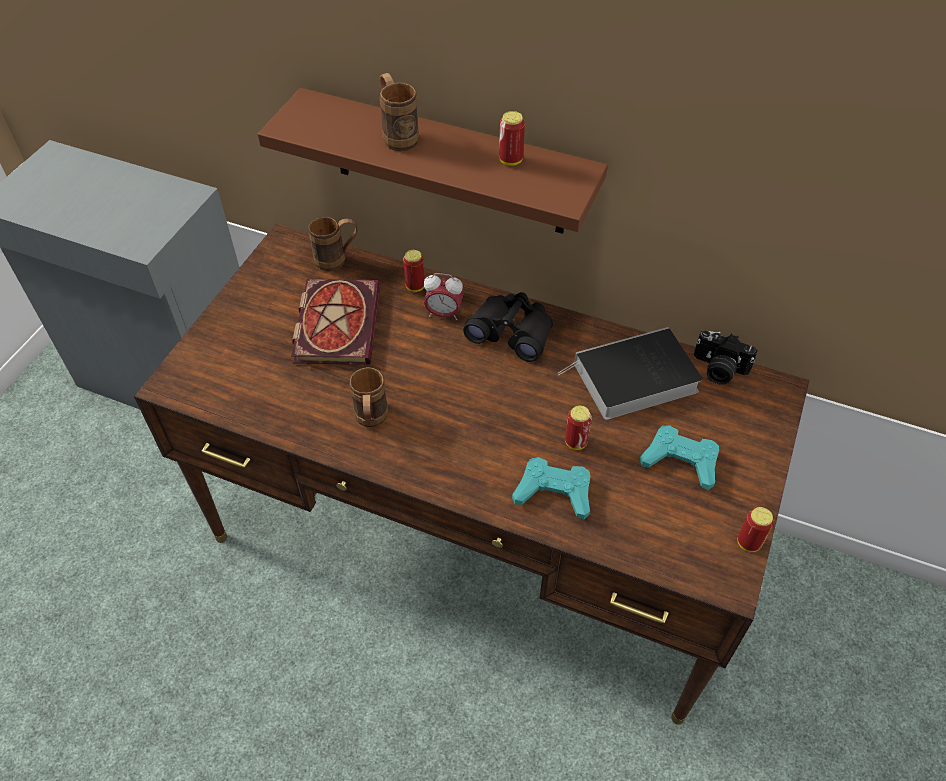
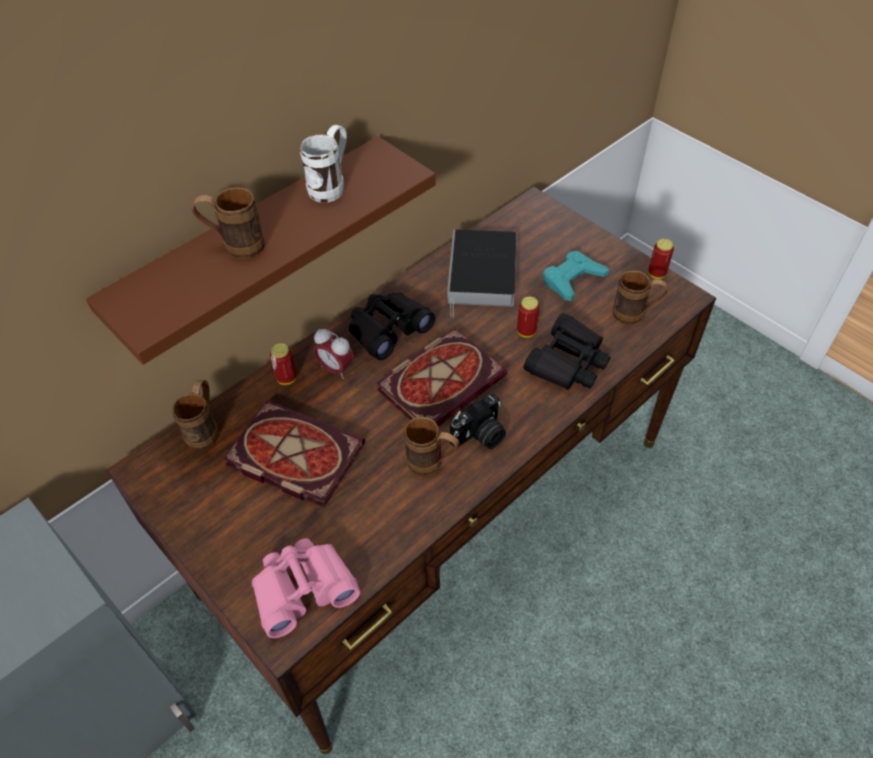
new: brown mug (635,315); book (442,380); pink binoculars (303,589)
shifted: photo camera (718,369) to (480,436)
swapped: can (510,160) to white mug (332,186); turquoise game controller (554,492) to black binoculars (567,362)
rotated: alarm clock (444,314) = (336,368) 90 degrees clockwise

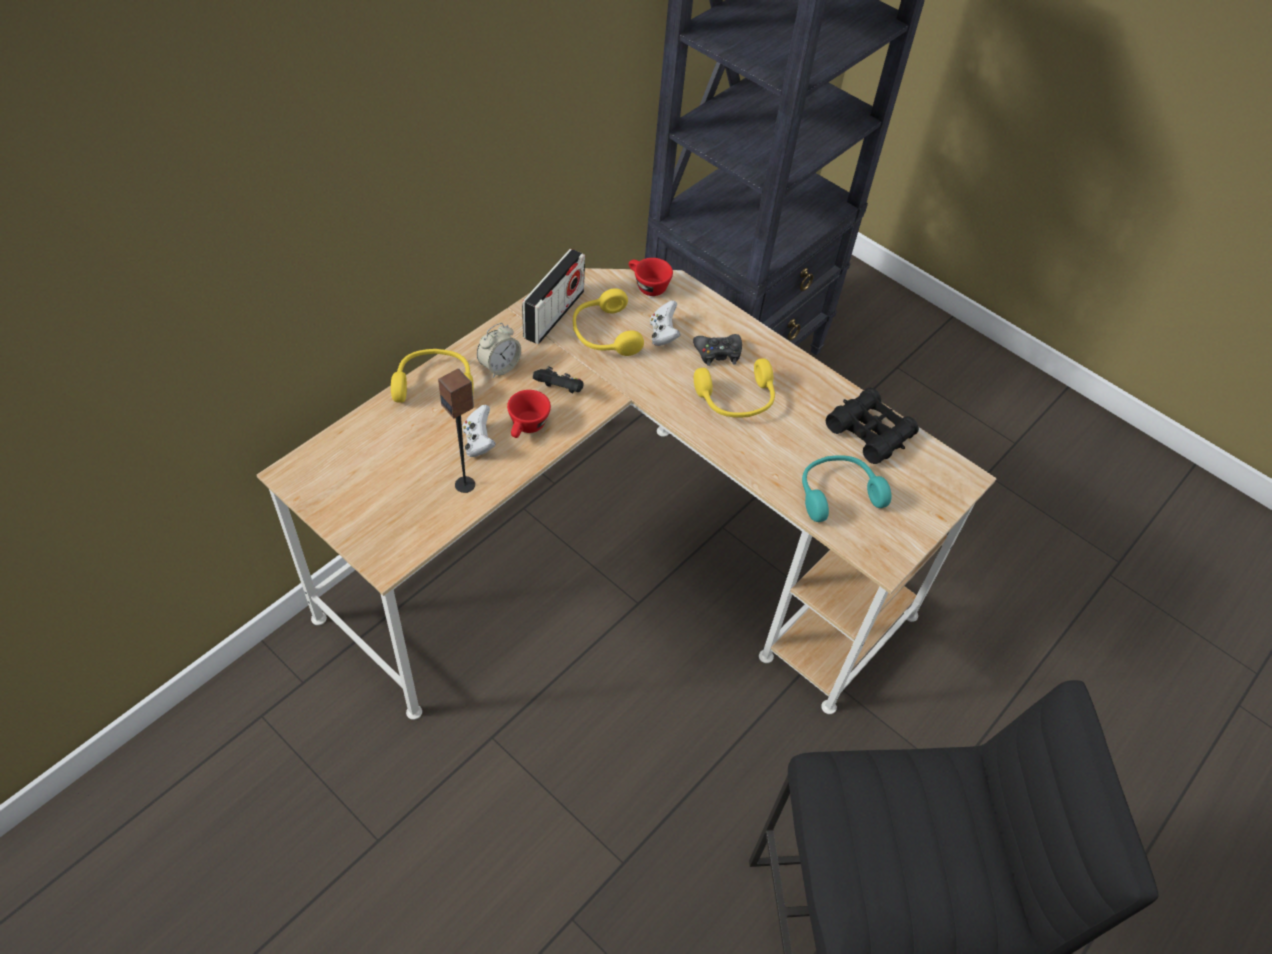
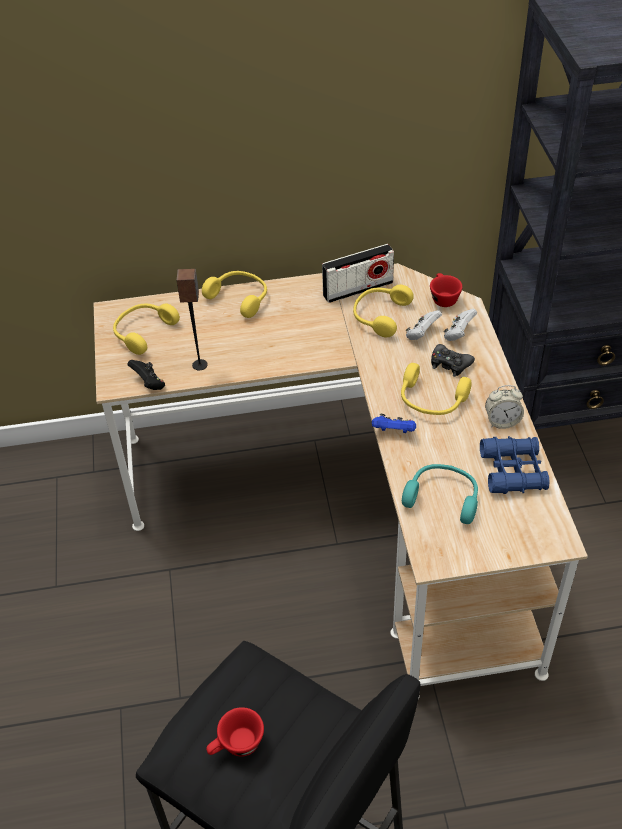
new: yellow headphones (143,332); blue game controller (394,432)
shifted: alarm clock (499,367) to (502,421); black game controller (560,390) to (149,383); red cup (527,427) to (236,746); white game controller (479,442) to (458,334)
repainted: black binoculars (869,432) to blue binoculars (513,471)

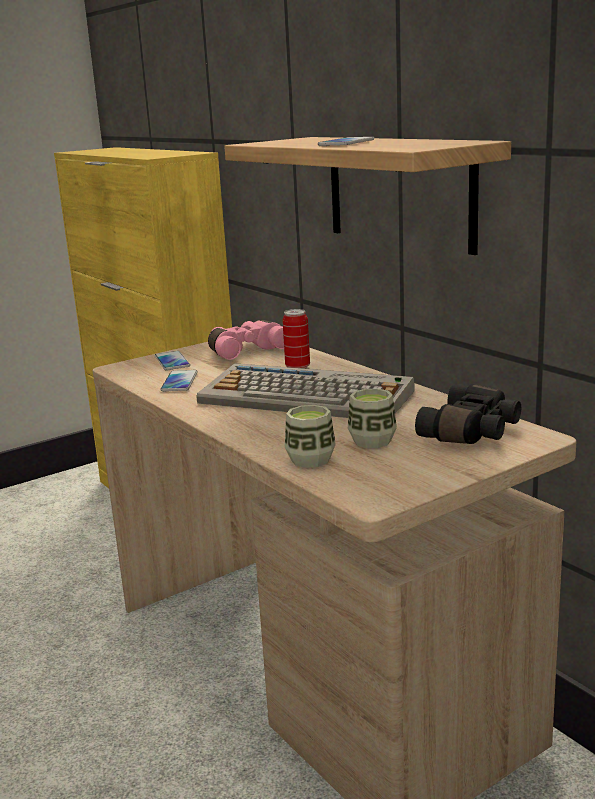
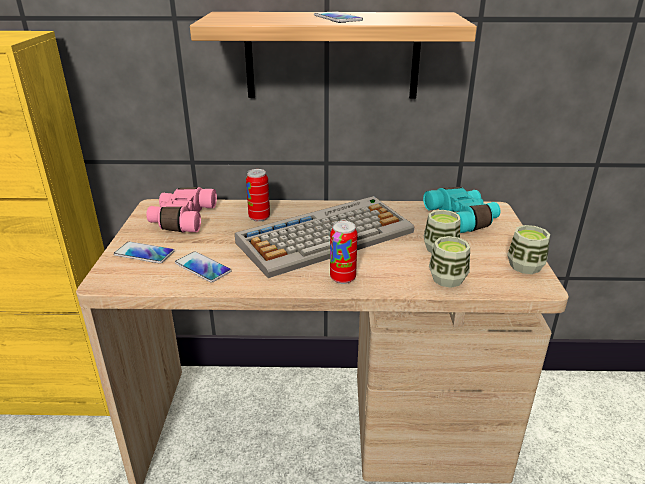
new: can (342,278); cup (525,266)
repainted: black binoculars (473,431) to turquoise binoculars (463,218)

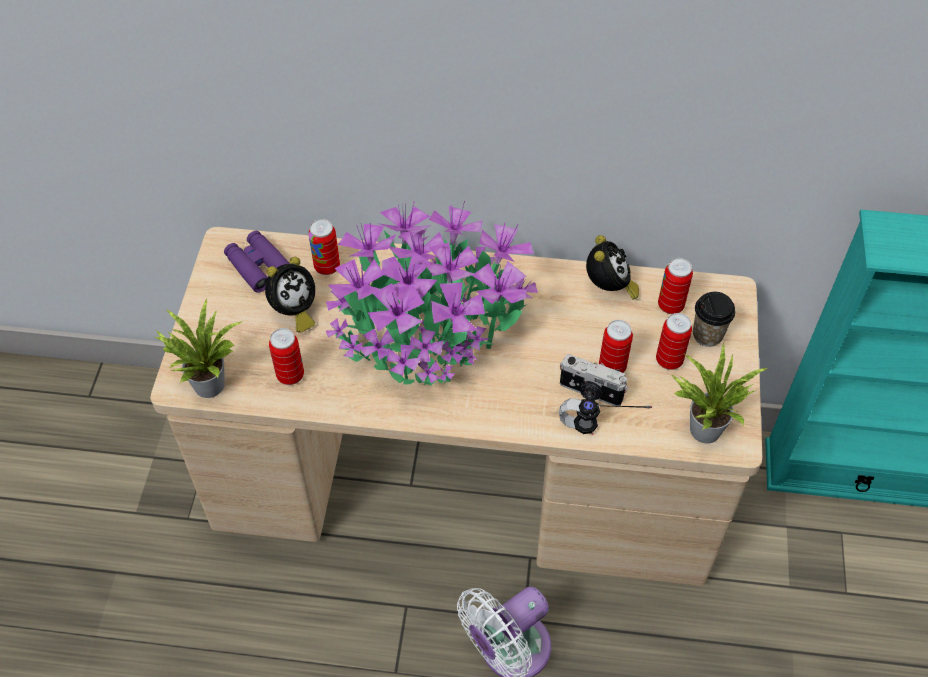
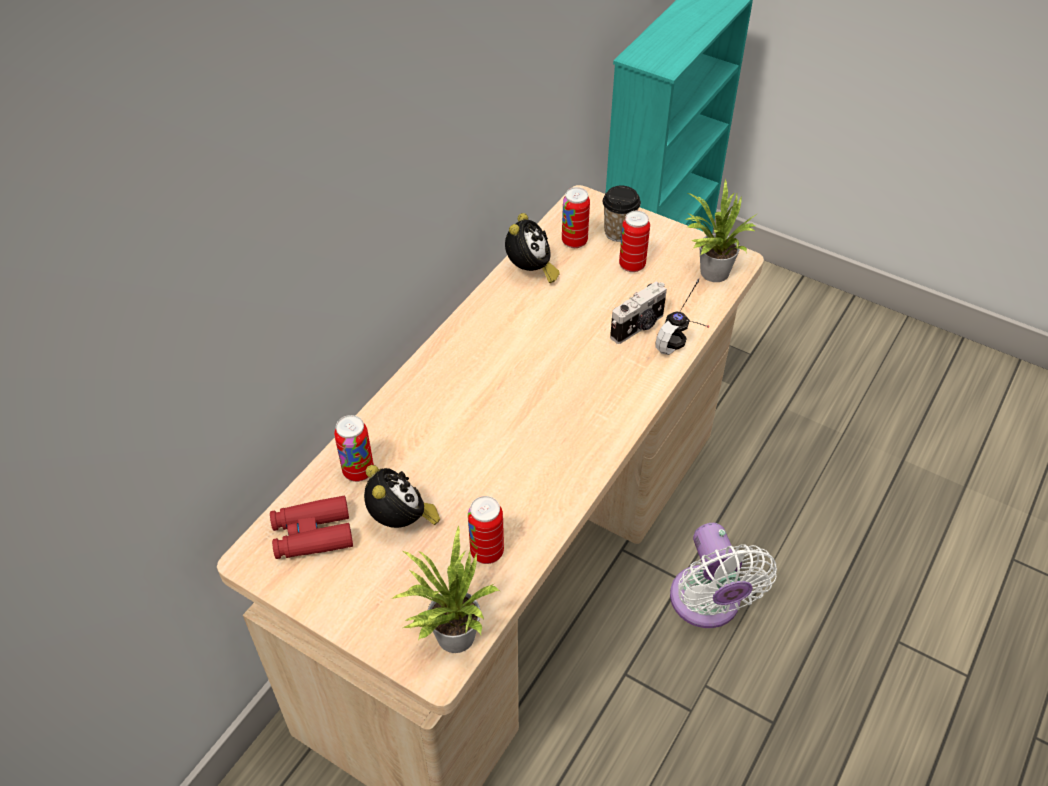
gone: potted plant (429,332); can (612,367)
repainted: purple binoculars (258,266) to red binoculars (312,534)
rotated: alarm clock (608,288) = (530,271) 75 degrees clockwise

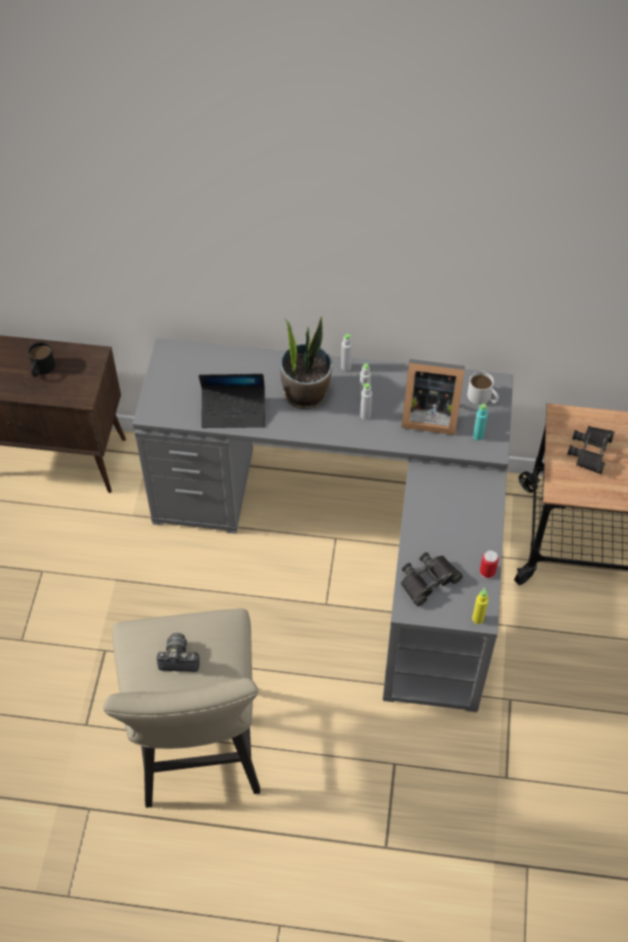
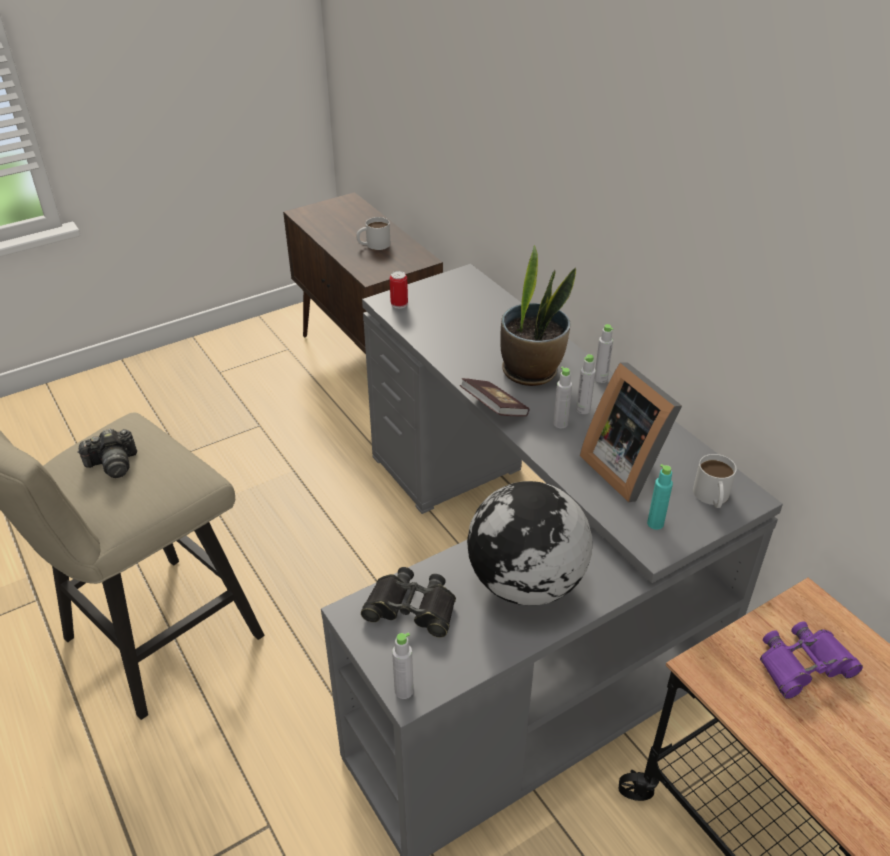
gone: laptop (234,412)
new: book (493,409); globe (525,584)
shifted: can (487,572) to (399,304)
repainted: black mug (41,369) to white mug (373,245); black binoculars (590,451) to purple binoculars (803,665); yellow bottle (478,619) to grey bottle (404,691)
rotated: photo camera (178,659) = (113,464) 105 degrees clockwise

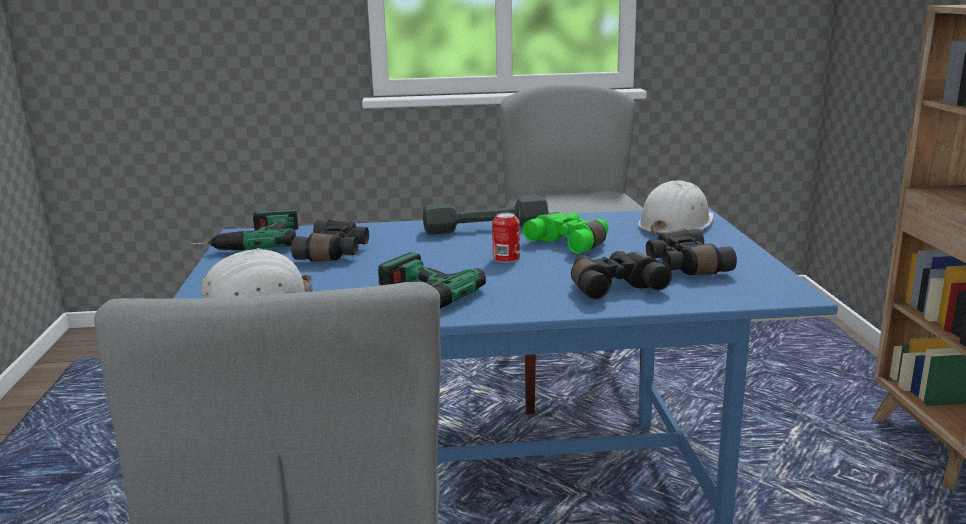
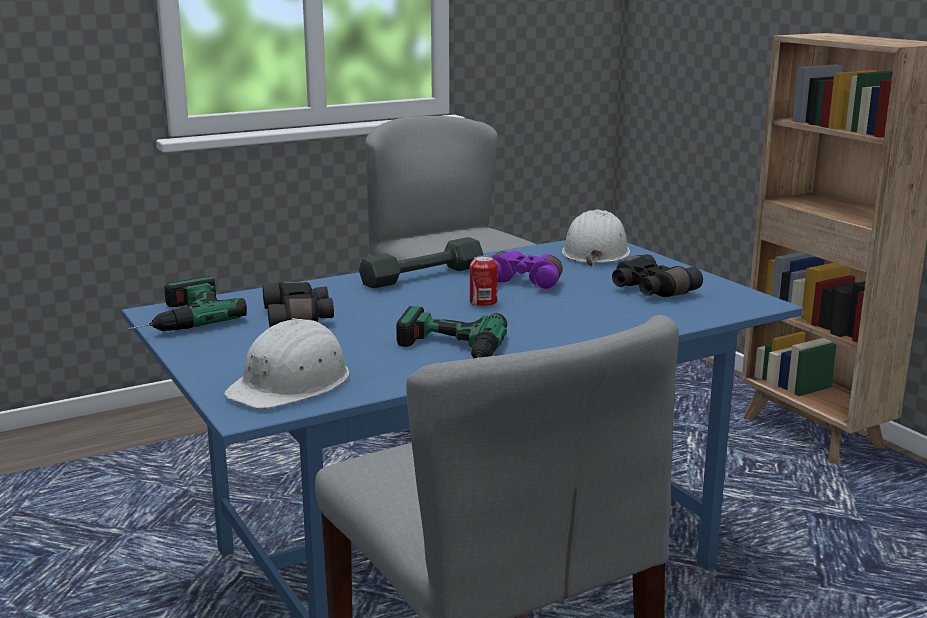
gone: black binoculars (613,287)
repainted: green binoculars (571,243) to purple binoculars (524,281)

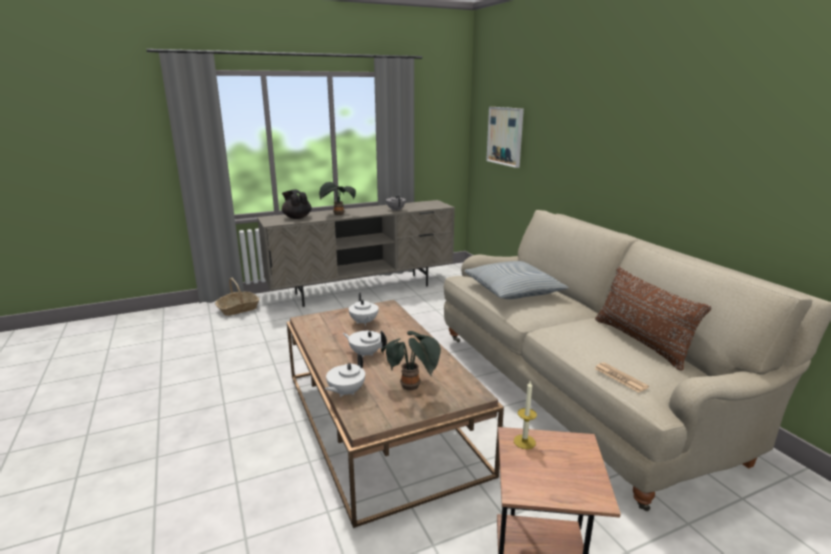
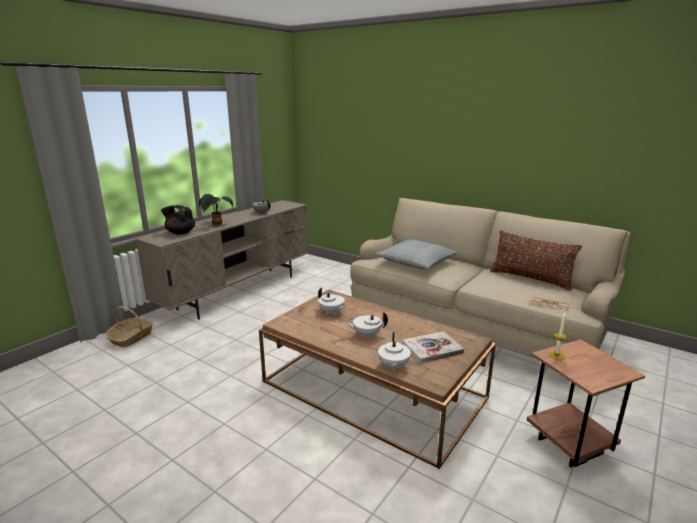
gone: picture (505,136)
swapped: potted plant (412,387) to book (432,348)

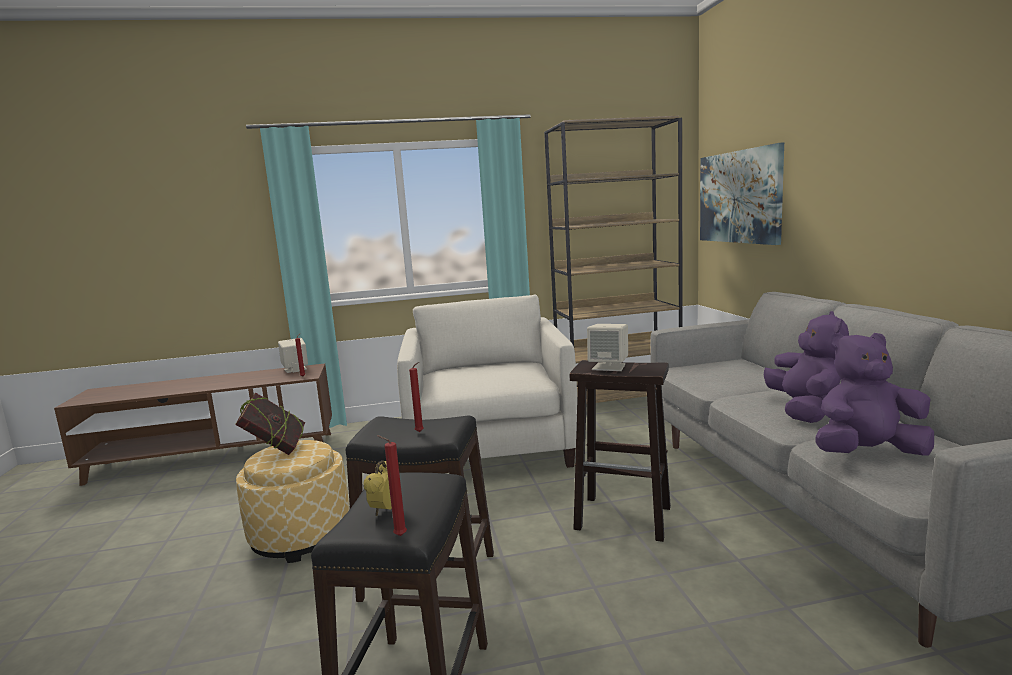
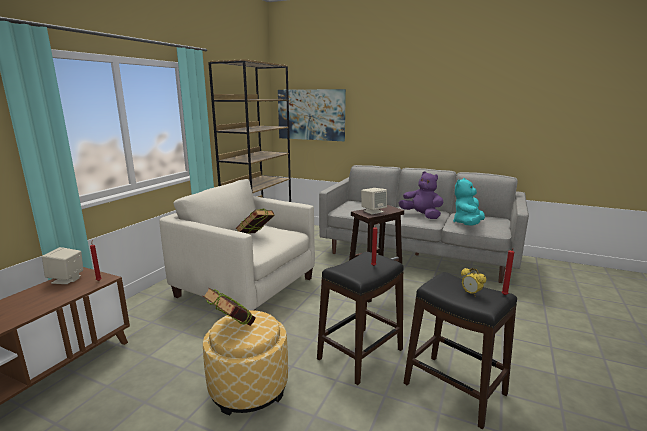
new: book (256,237)
repainted: purple plush toy (867,453) to turquoise plush toy (467,224)

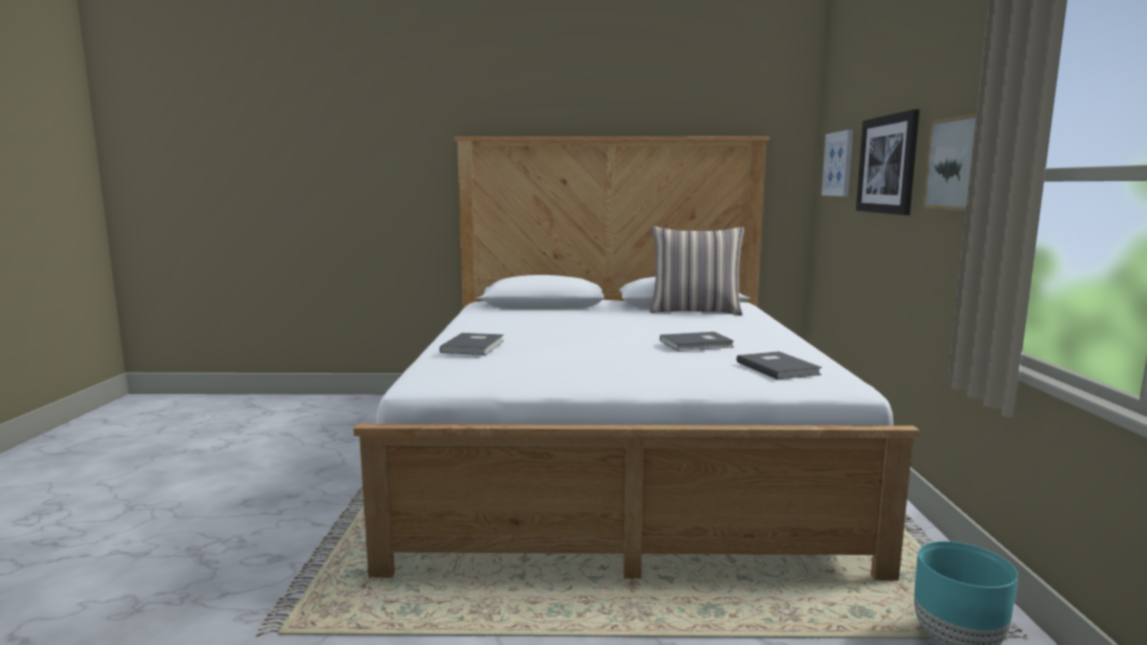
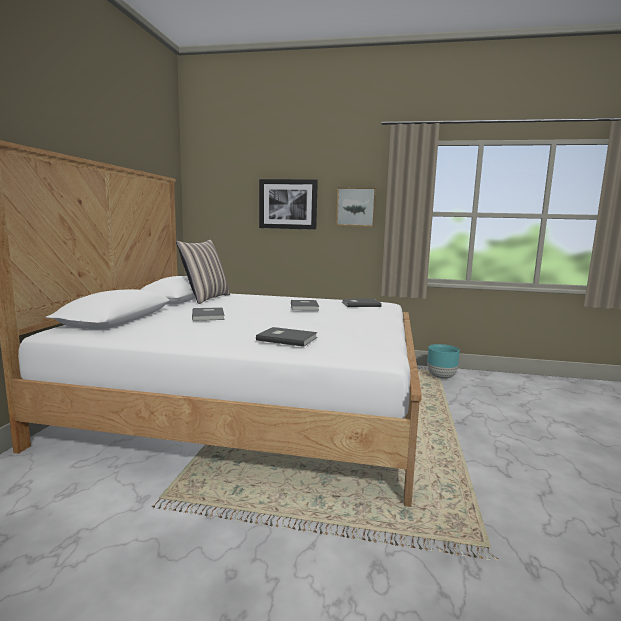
gone: picture (838,164)
new: grey book (209,315)

